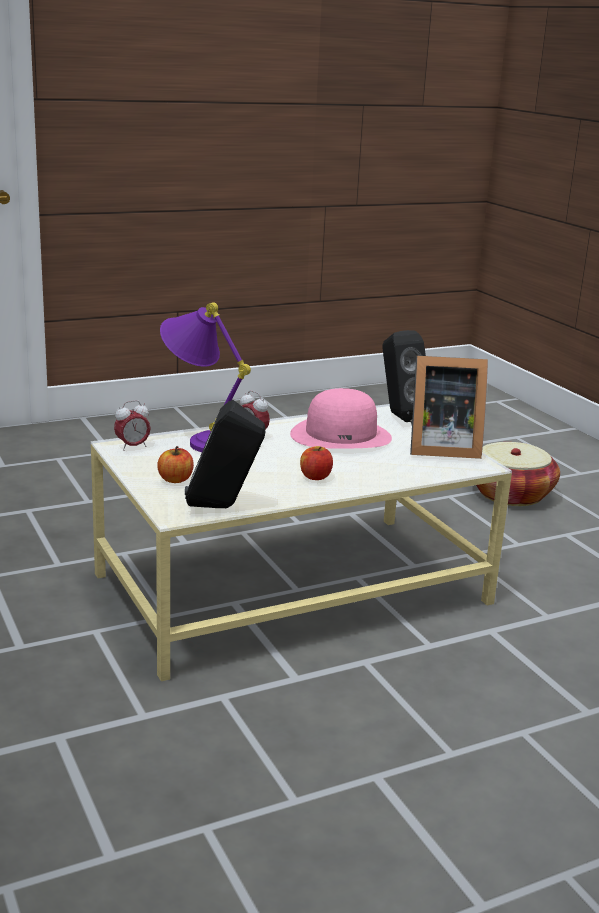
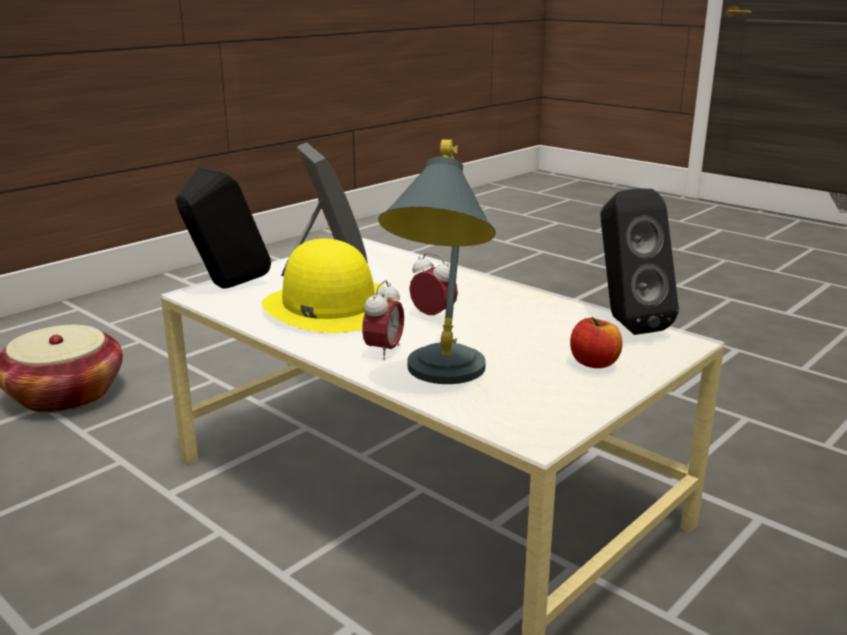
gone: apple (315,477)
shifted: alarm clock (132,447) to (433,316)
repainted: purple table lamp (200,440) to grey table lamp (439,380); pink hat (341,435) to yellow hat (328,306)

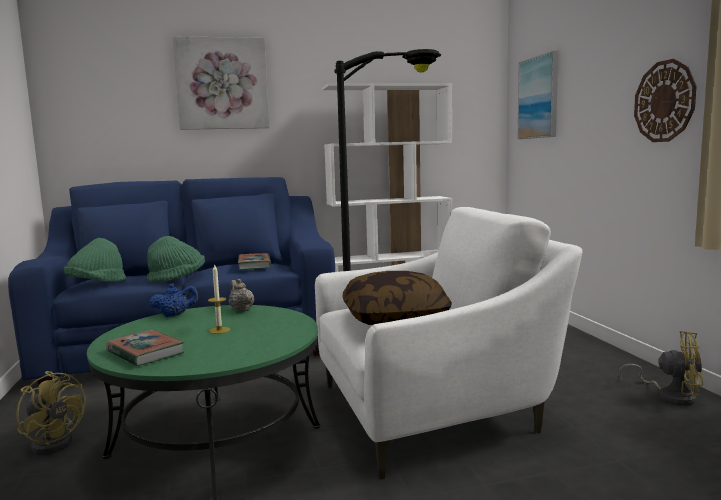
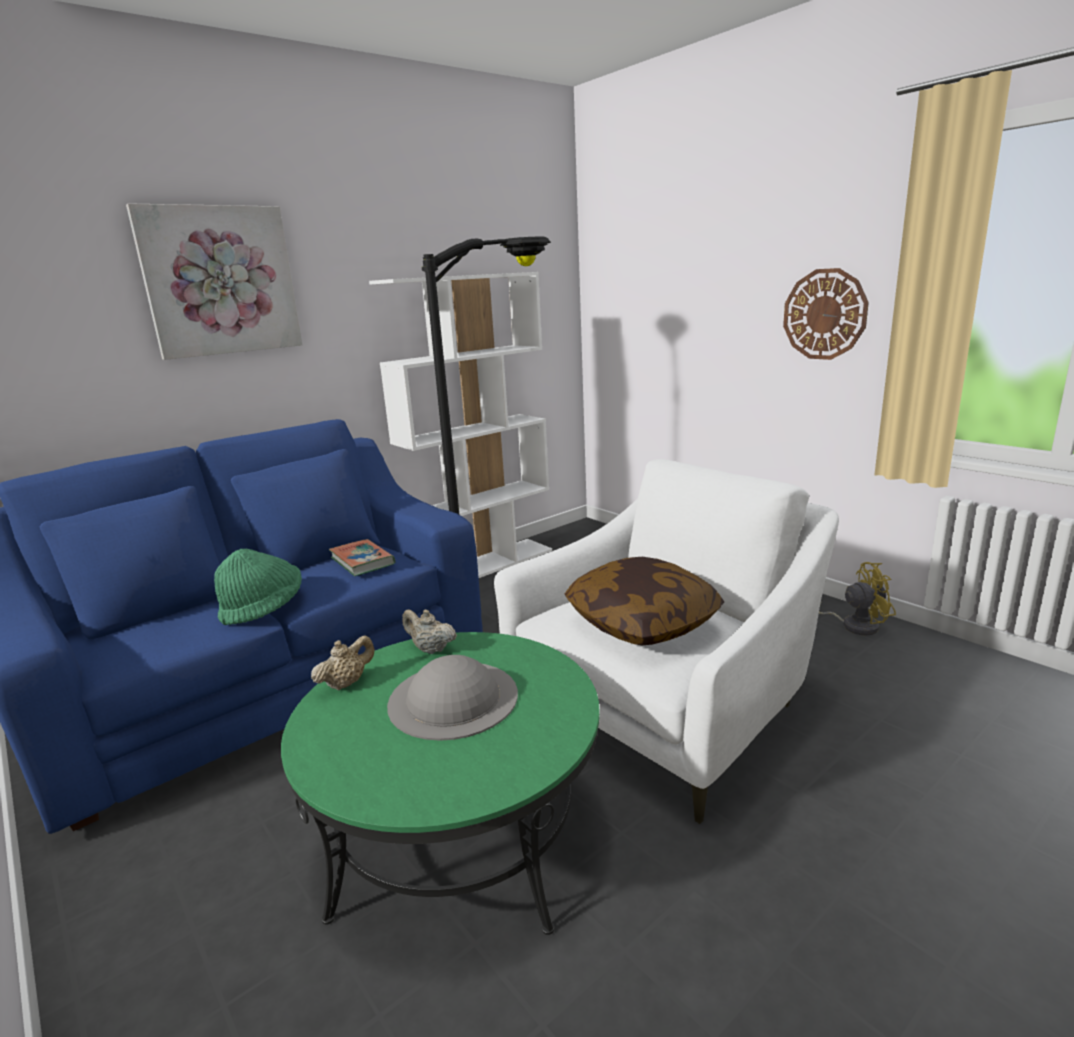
gone: picture (539,97); green hat (97,284); book (145,353); yellow fan (56,442)
swapped: candle (219,330) to grey hat (453,698)
repainted: blue teapot (175,315) to beige teapot (346,683)

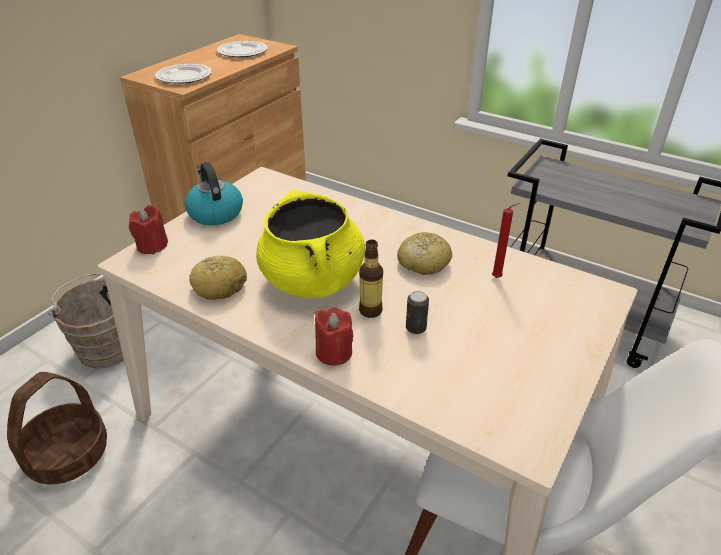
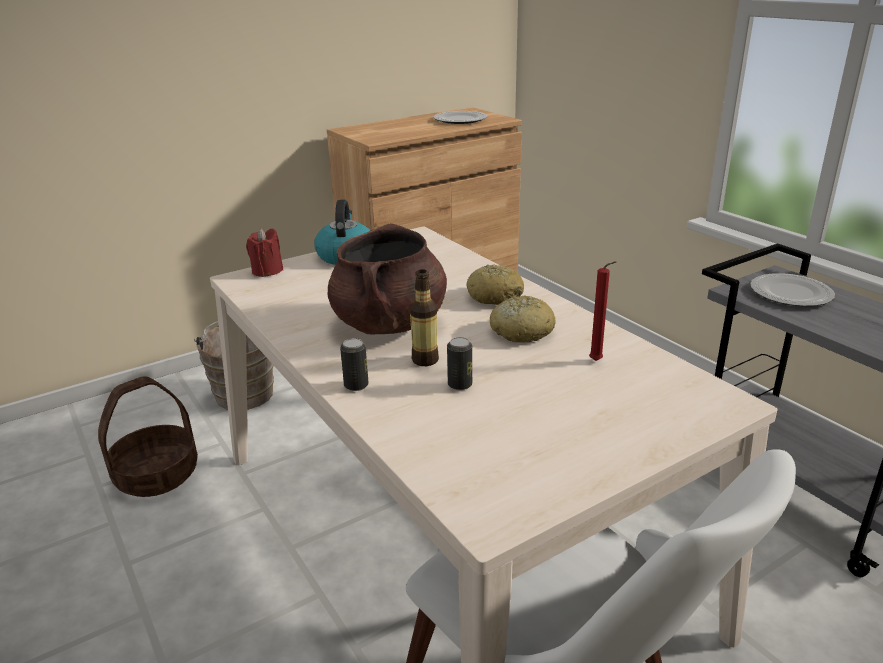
shifted: plate (184,76) to (791,293); bread (220,286) to (495,296)
swapped: red candle (334,352) to can (356,385)
repainted: yellow cooking pot (313,280) to brown cooking pot (389,324)

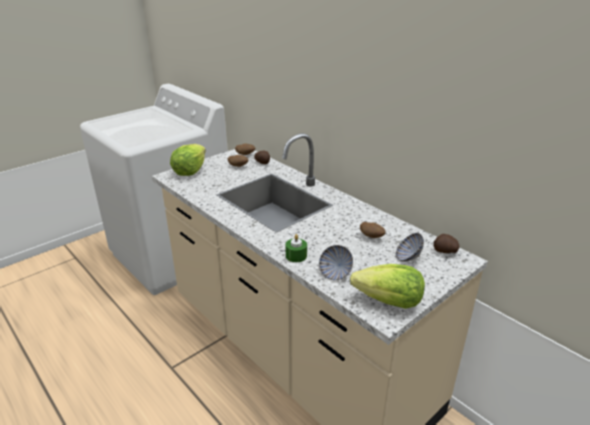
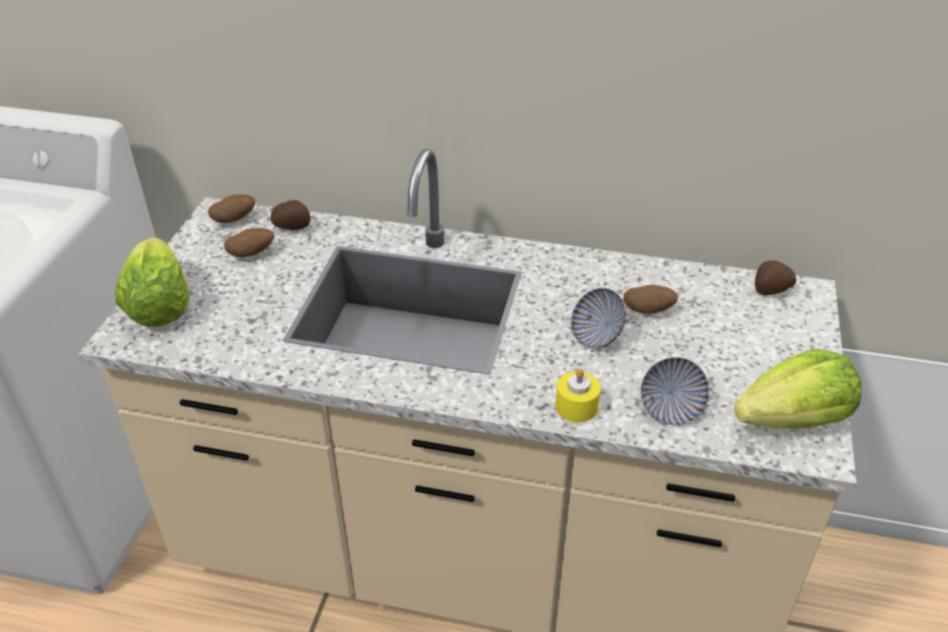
shifted: bowl (408,257) to (596,336)
repainted: green candle (296,256) to yellow candle (576,406)

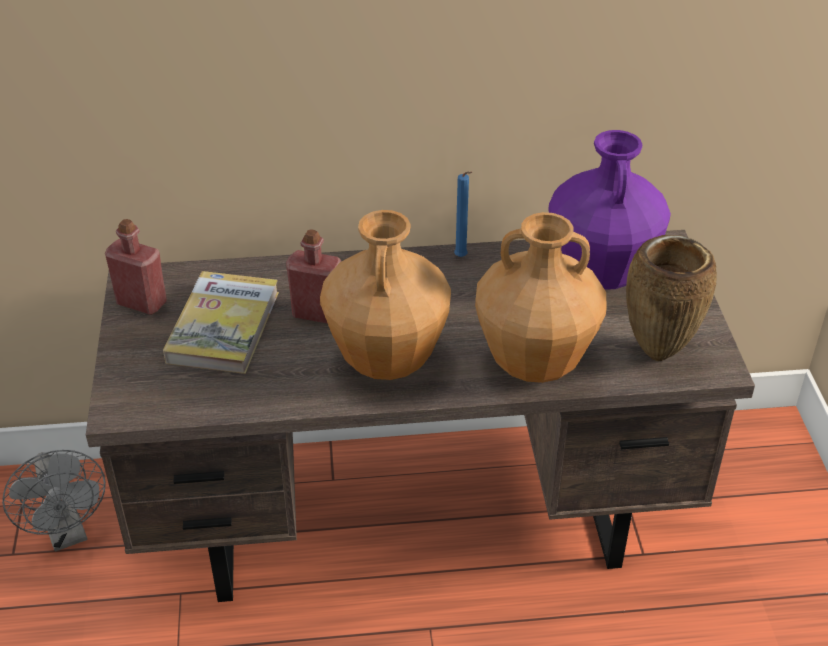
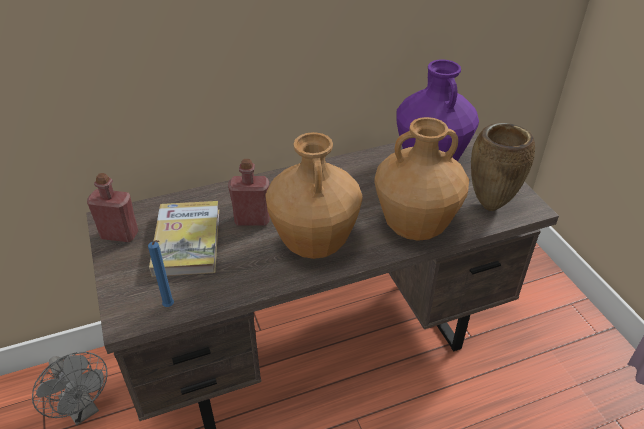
shifted: blue candle (462,258) to (170,306)

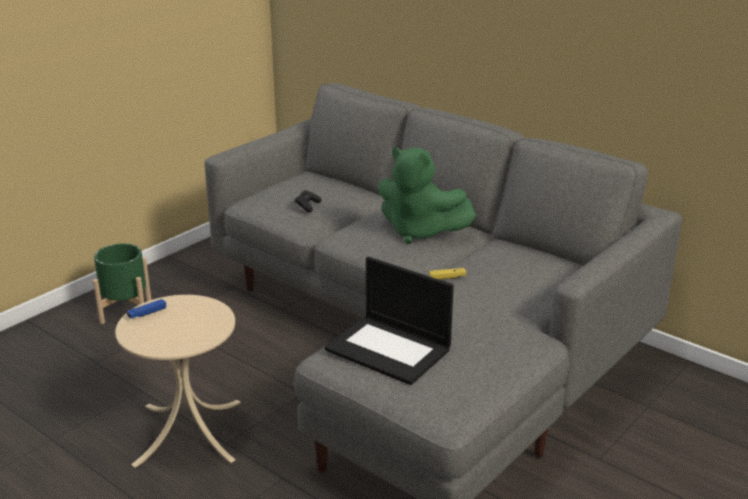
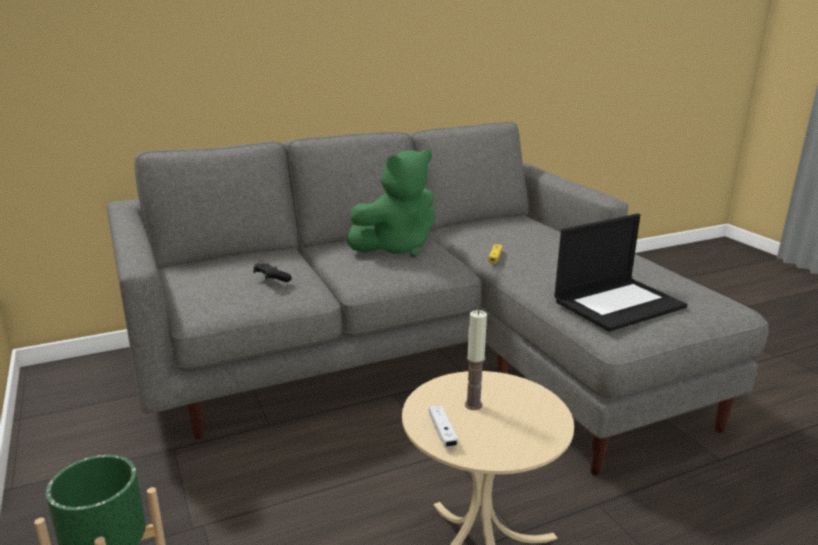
new: candle (473,405)
repainted: blue game controller (147,313) to white game controller (442,432)

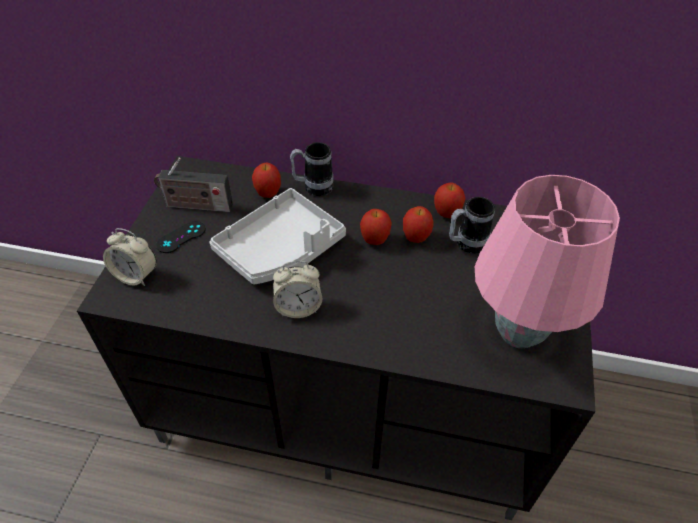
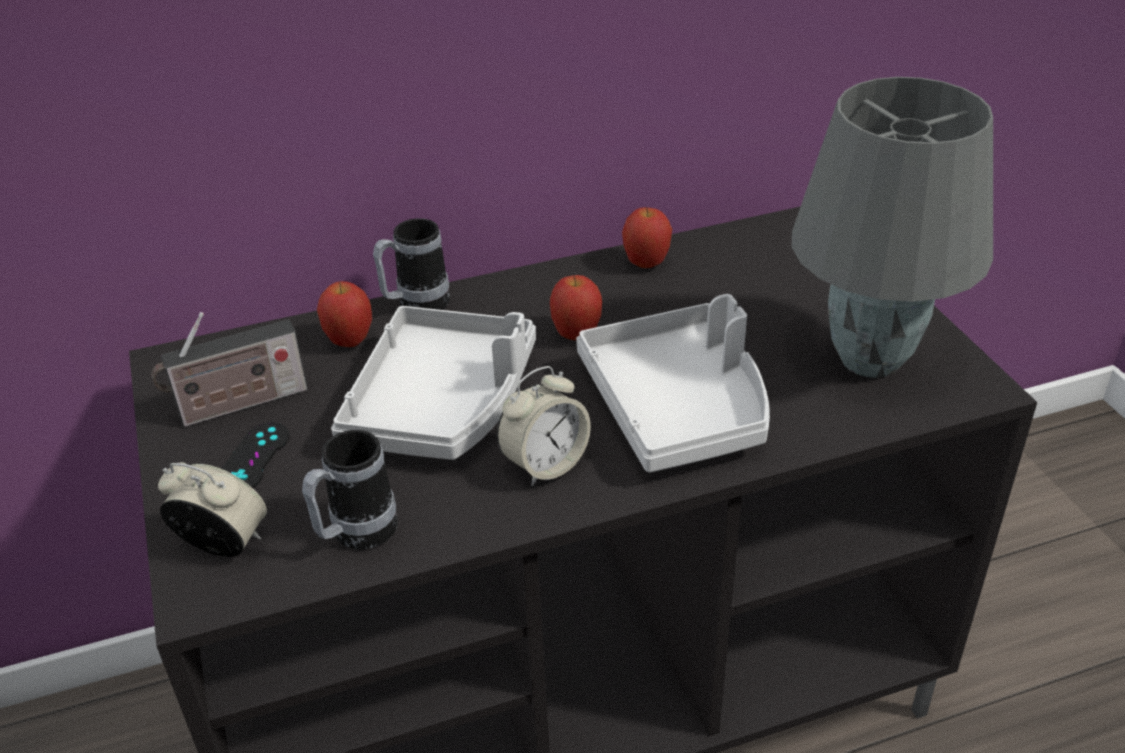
gone: apple (416,238)
new: grey tray (679,406)
shifted: mug (465,244) to (355,535)
repainted: pink table lamp (516,333) to grey table lamp (868,360)
rotated: alarm clock (136,275) = (223,544) 150 degrees counterclockwise

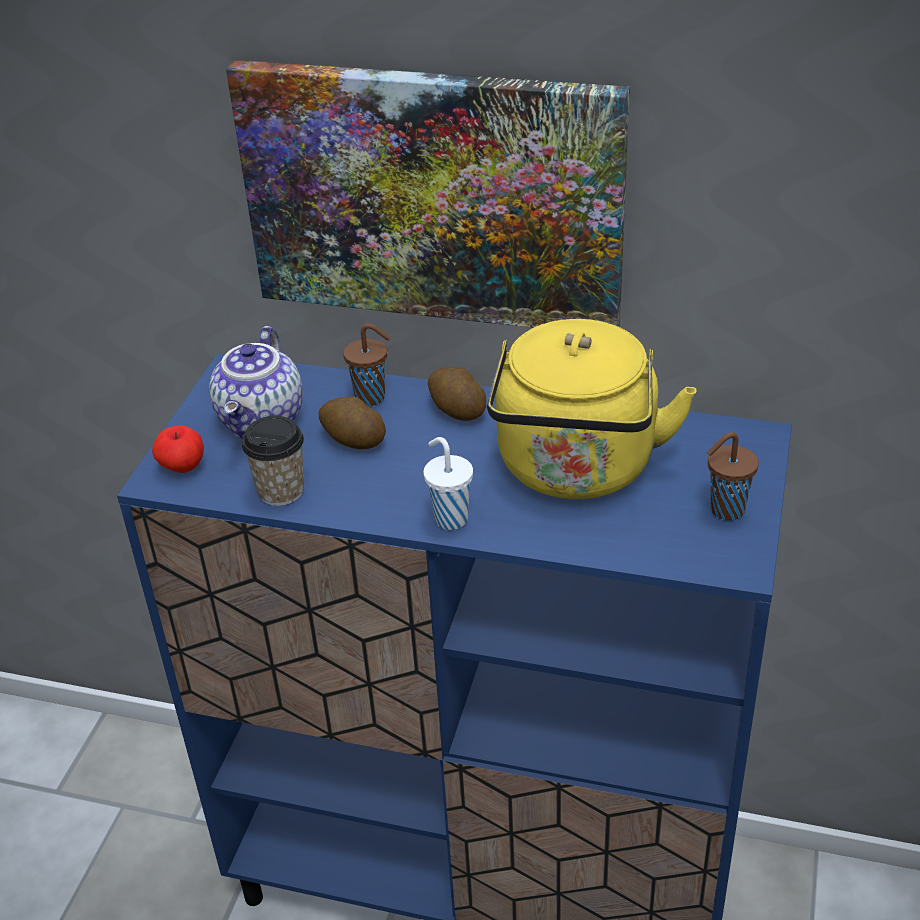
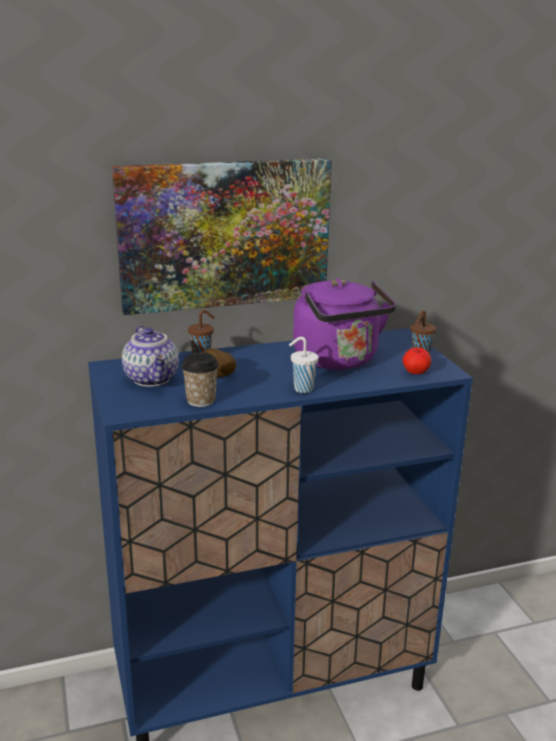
gone: potato (456,410)
shifted: apple (182,467) to (415,373)
repainted: yellow kettle (577,470) to purple kettle (339,360)

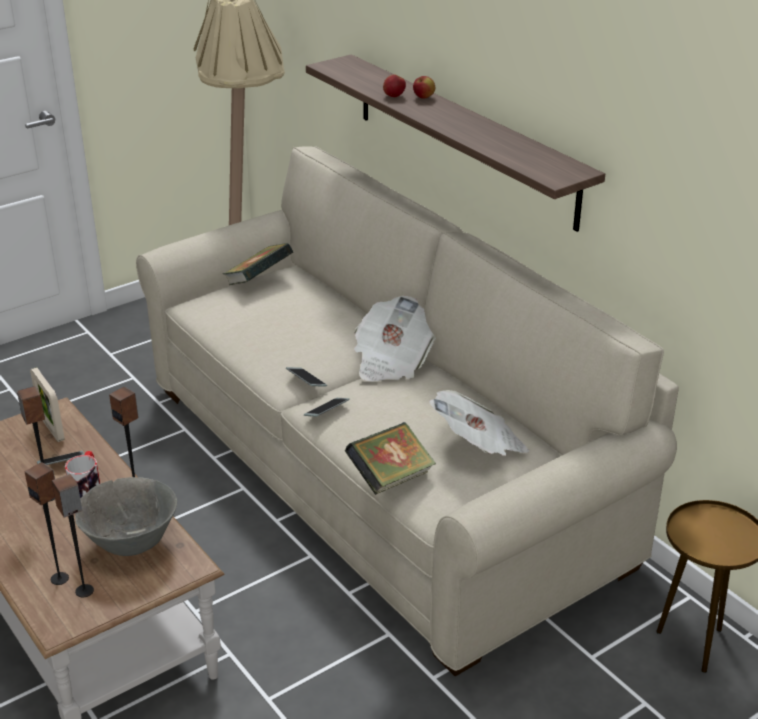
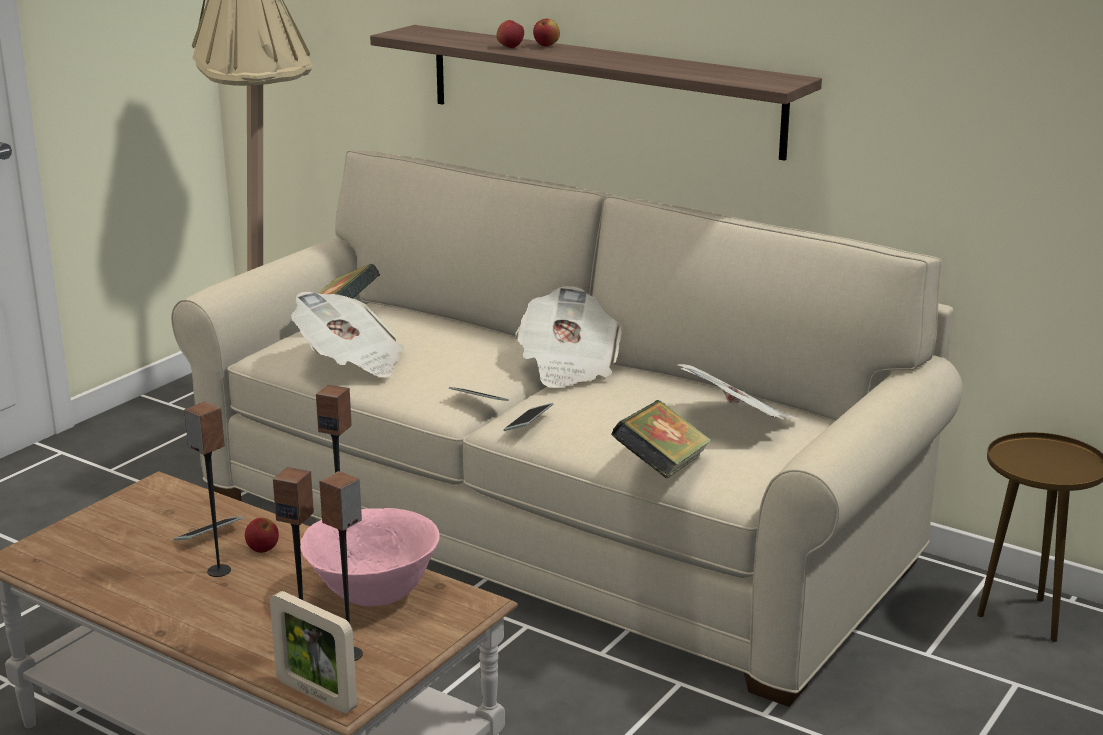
new: newspaper (351,362)
shifted: picture frame (51,428) to (316,695)
swapped: mug (87,484) to apple (263,550)
repainted: grey bowl (131,543) to pink bowl (373,595)

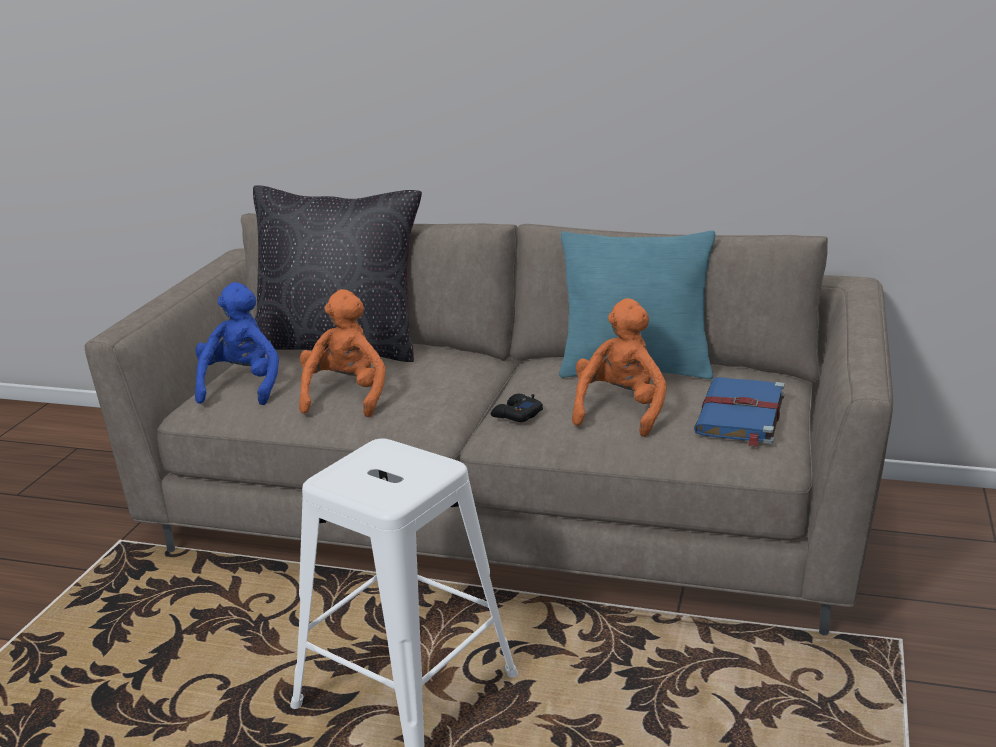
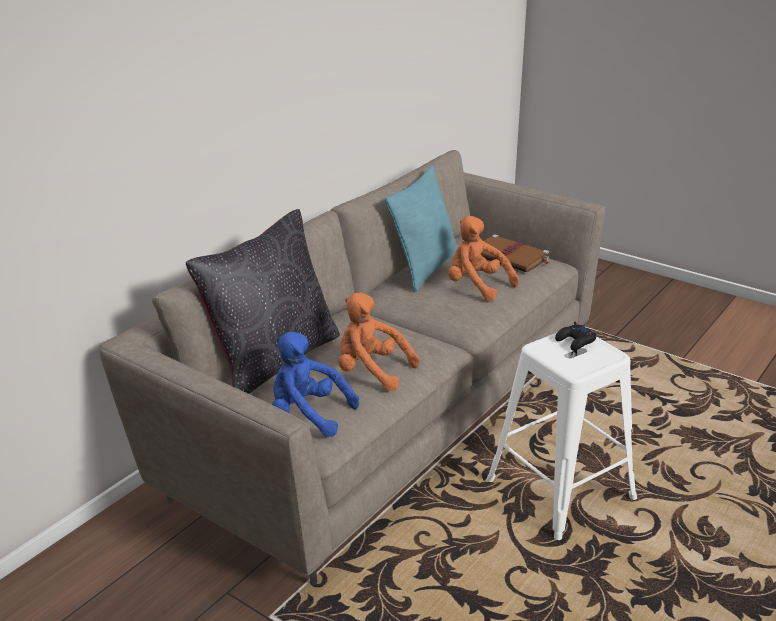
shifted: black game controller (516,414) to (575,341)
repainted: blue book (740,415) to brown book (510,257)

